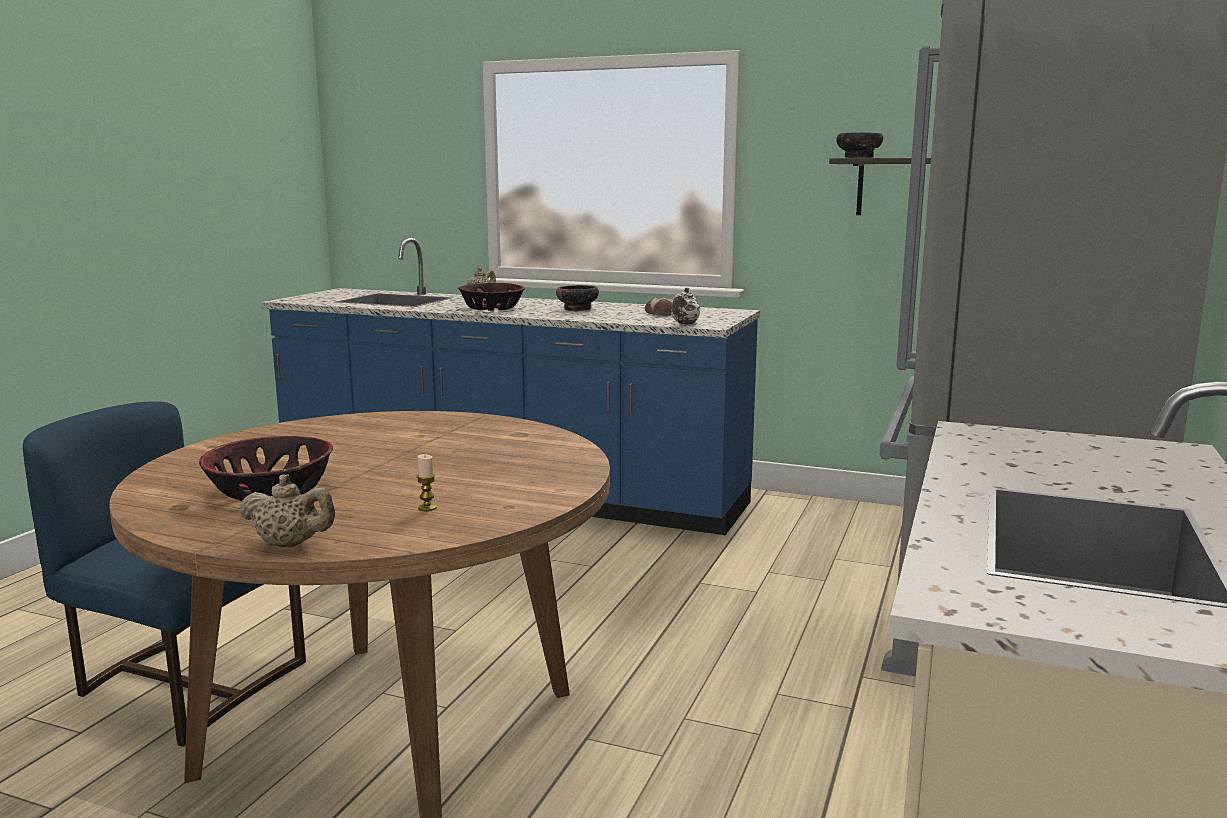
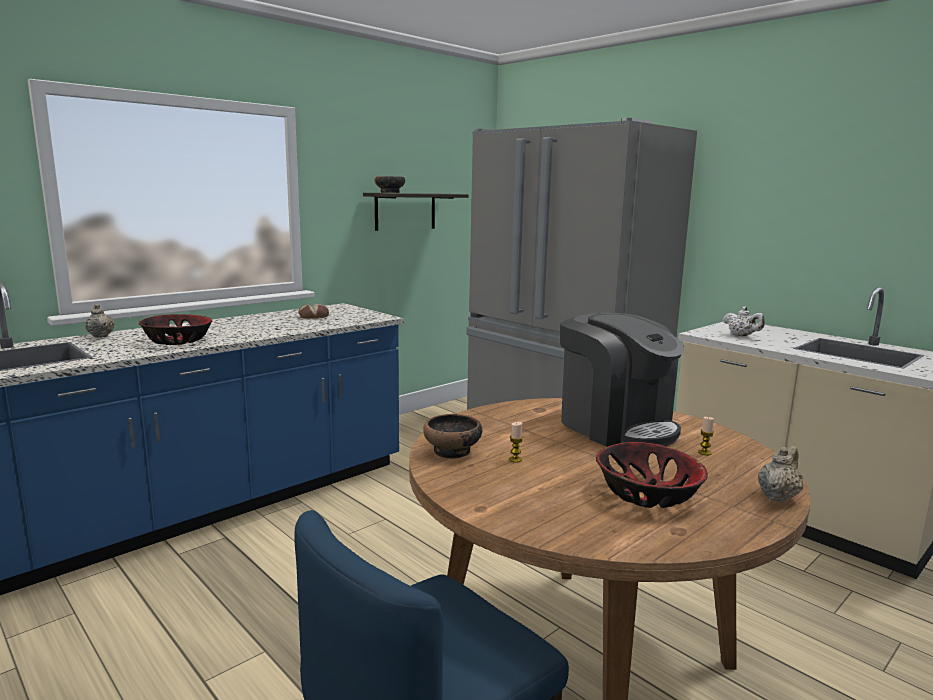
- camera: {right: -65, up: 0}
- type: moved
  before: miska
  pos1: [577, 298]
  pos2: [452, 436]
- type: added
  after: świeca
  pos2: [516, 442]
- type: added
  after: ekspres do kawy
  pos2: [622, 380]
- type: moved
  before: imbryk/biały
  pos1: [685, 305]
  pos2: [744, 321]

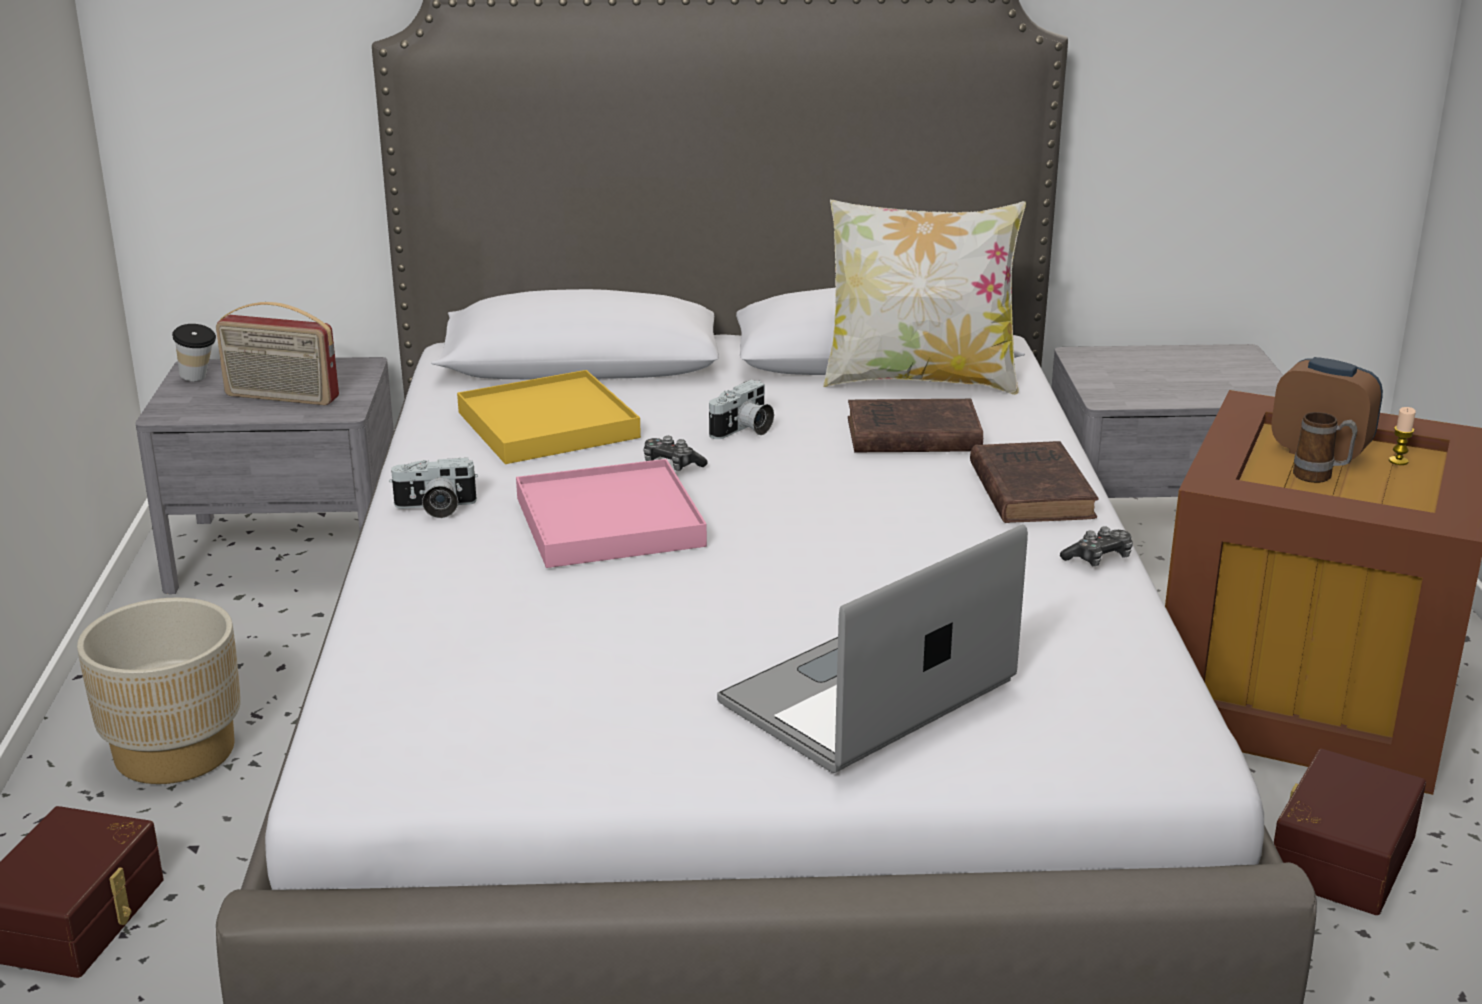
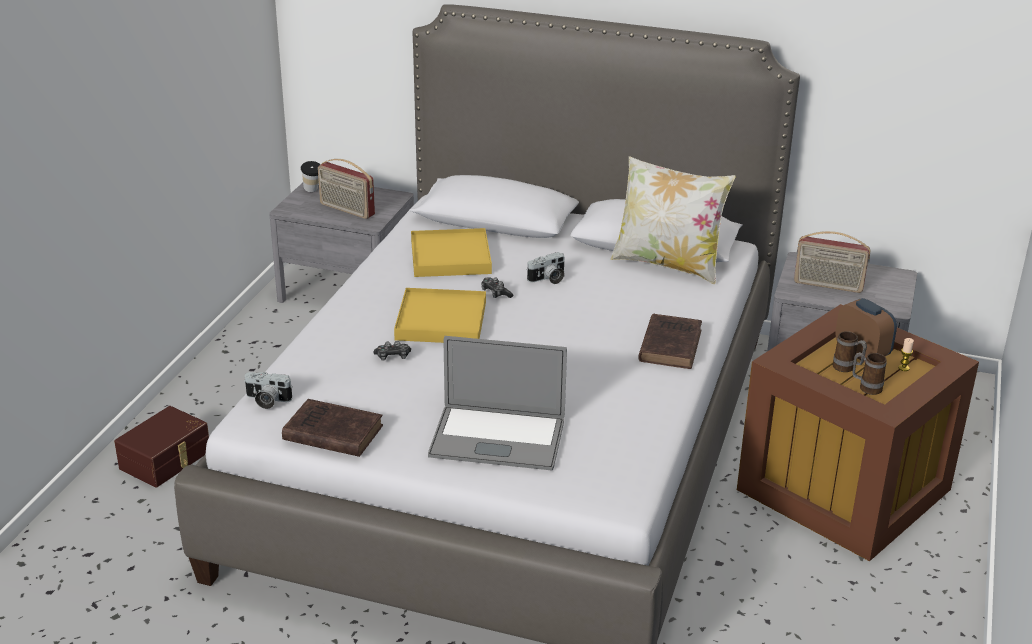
- camera: {right: 20, up: 5}
- type: moved
  before: aparat fotograficzny
  pos1: [433, 488]
  pos2: [268, 390]
- type: moved
  before: książka/brązowy
  pos1: [915, 425]
  pos2: [332, 428]
- type: moved
  before: pad do gier
  pos1: [1096, 546]
  pos2: [392, 351]
- type: recoloured
  before: taca/różowy
  after: taca/żółty
  pos1: [611, 513]
  pos2: [440, 315]
- type: turned
  before: laptop
  pos1: [872, 648]
  pos2: [497, 403]
  turn: -150
- type: added
  after: radio
  pos2: [832, 262]
- type: added
  after: kubek
  pos2: [869, 373]
- type: removed
  before: donica/beżowy
  pos1: [159, 691]
- type: removed
  before: pojemnik do przechowywania/brązowy
  pos1: [1350, 832]

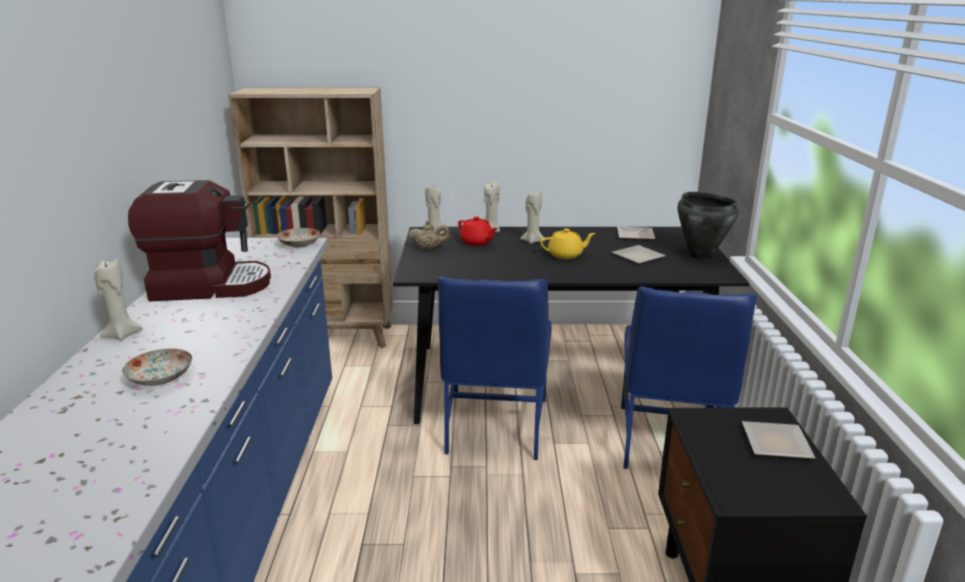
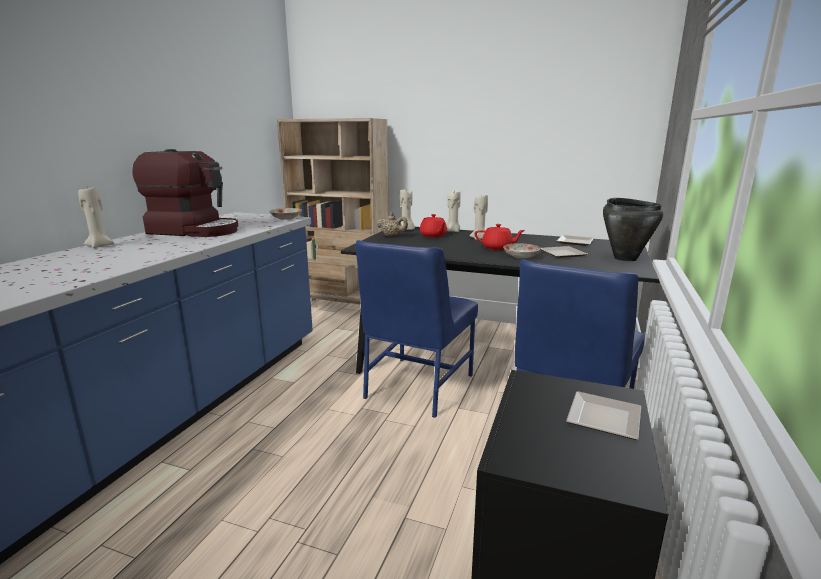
- camera: {right: 20, up: -5}
- type: recoloured
  before: imbryk/żółty
  after: imbryk/czerwony
  pos1: [567, 243]
  pos2: [500, 237]
- type: moved
  before: talerz
  pos1: [157, 367]
  pos2: [522, 251]

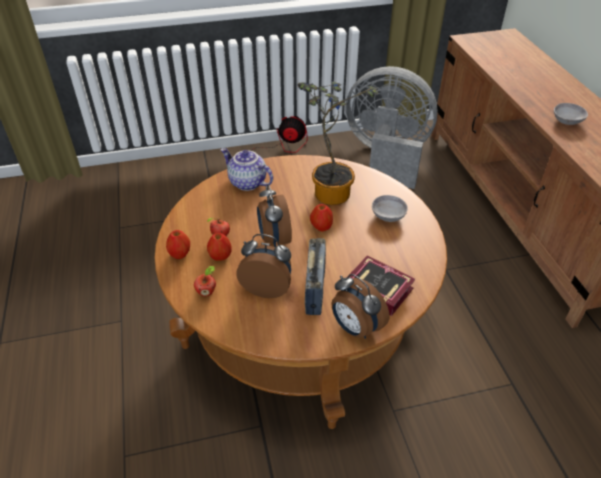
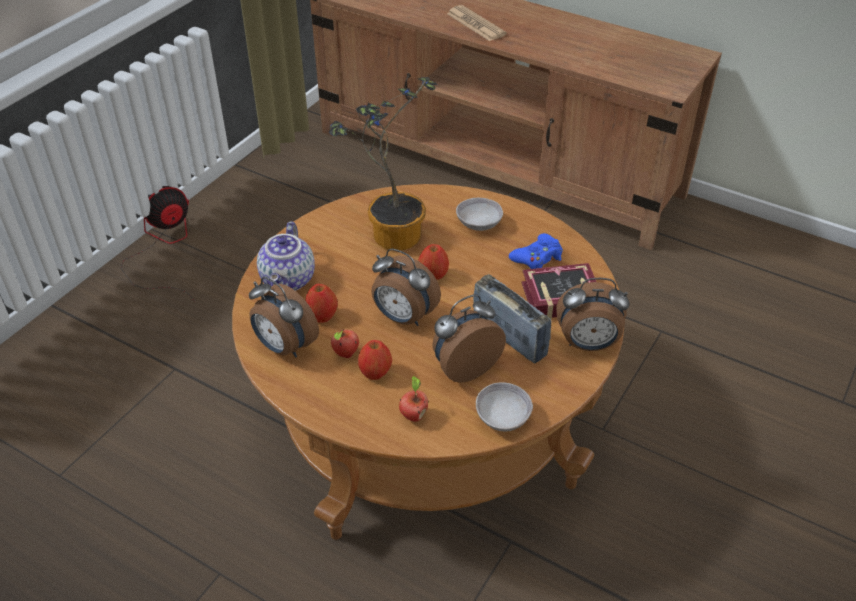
- camera: {right: -45, up: 0}
- type: added
  after: budzik
  pos2: [284, 317]
- type: turned
  before: imbryk
  pos1: [247, 169]
  pos2: [286, 256]
  turn: -75
- type: moved
  before: jabłko
  pos1: [178, 244]
  pos2: [321, 303]
- type: added
  after: gazeta
  pos2: [477, 23]
- type: moved
  before: miska/szary
  pos1: [571, 114]
  pos2: [504, 406]
- type: added
  after: pad do gier/niebieski
  pos2: [536, 251]
- type: removed
  before: wentylator/szary
  pos1: [392, 127]

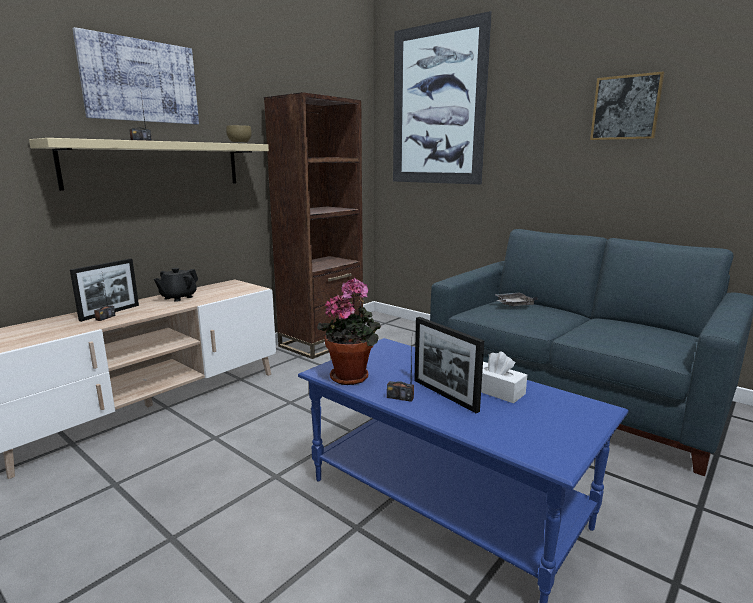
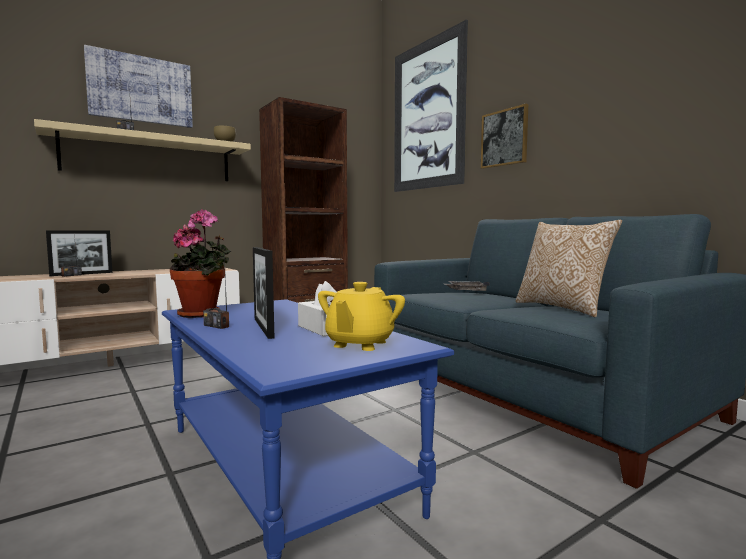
- camera: {right: 15, up: -10}
- type: added
  after: imbryk/żółty
  pos2: [361, 316]
- type: moved
  before: obraz
  pos1: [627, 105]
  pos2: [504, 136]
- type: added
  after: poduszka
  pos2: [568, 268]
- type: removed
  before: imbryk/czarny
  pos1: [176, 285]

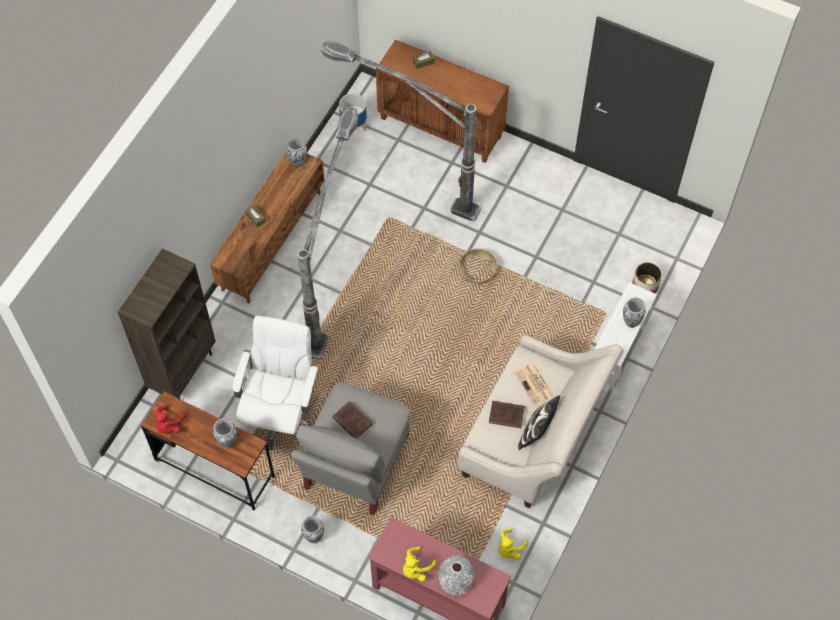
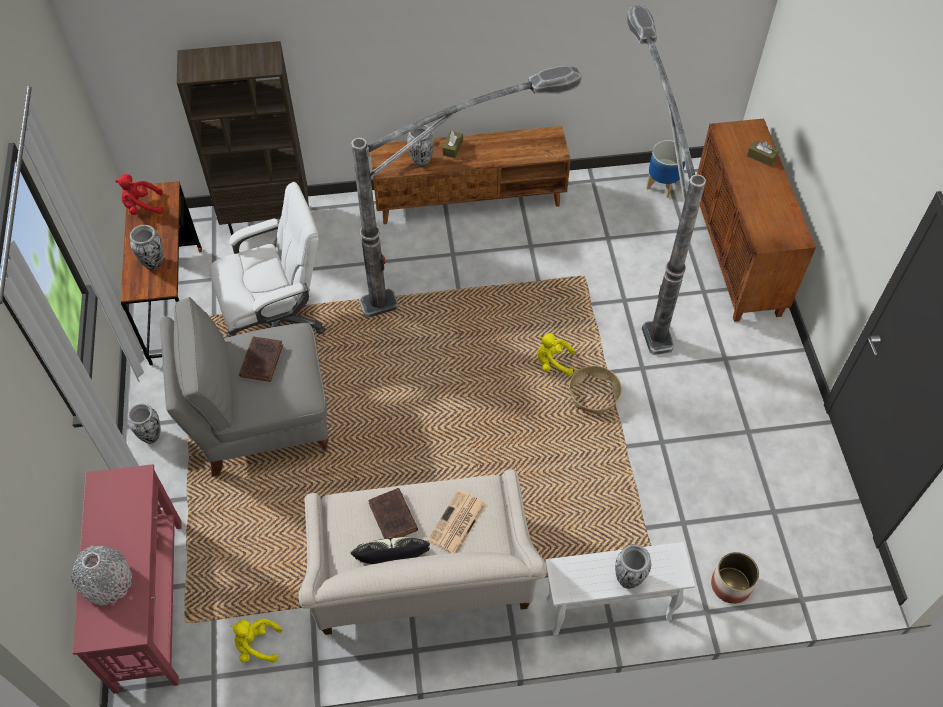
- camera: {right: 55, up: -5}
- type: moved
  before: wazon
  pos1: [296, 152]
  pos2: [420, 145]
- type: moved
  before: pluszak/żółty
  pos1: [420, 564]
  pos2: [556, 354]

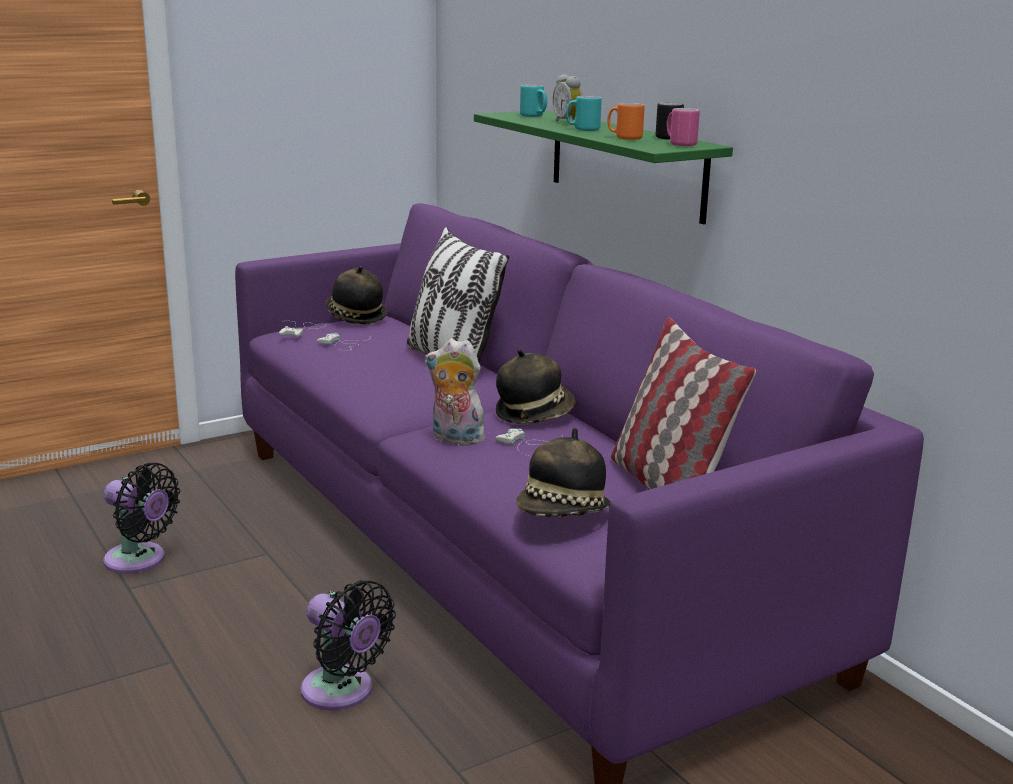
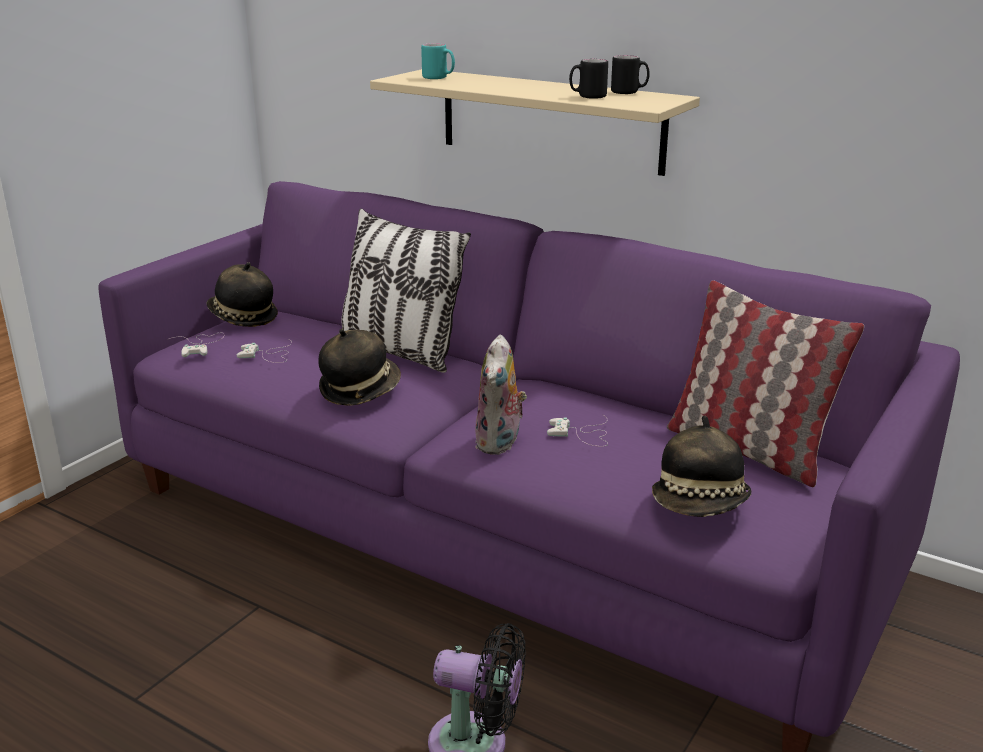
- camera: {right: -25, up: 5}
- type: moved
  before: kapelusz
  pos1: [536, 386]
  pos2: [359, 367]
- type: recoloured
  before: półka/zielony
  after: półka/beżowy
  pos1: [603, 167]
  pos2: [535, 122]
- type: turned
  before: pluszak
  pos1: [457, 392]
  pos2: [501, 395]
  turn: -75
- type: recoloured
  before: kubek/pomarańczowy
  after: kubek/czarny
  pos1: [626, 121]
  pos2: [588, 79]
- type: removed
  before: wentylator/czarny
  pos1: [141, 518]
- type: removed
  before: budzik
  pos1: [568, 99]
- type: removed
  before: kubek/turkusowy
  pos1: [584, 113]
- type: removed
  before: kubek/różowy
  pos1: [683, 127]

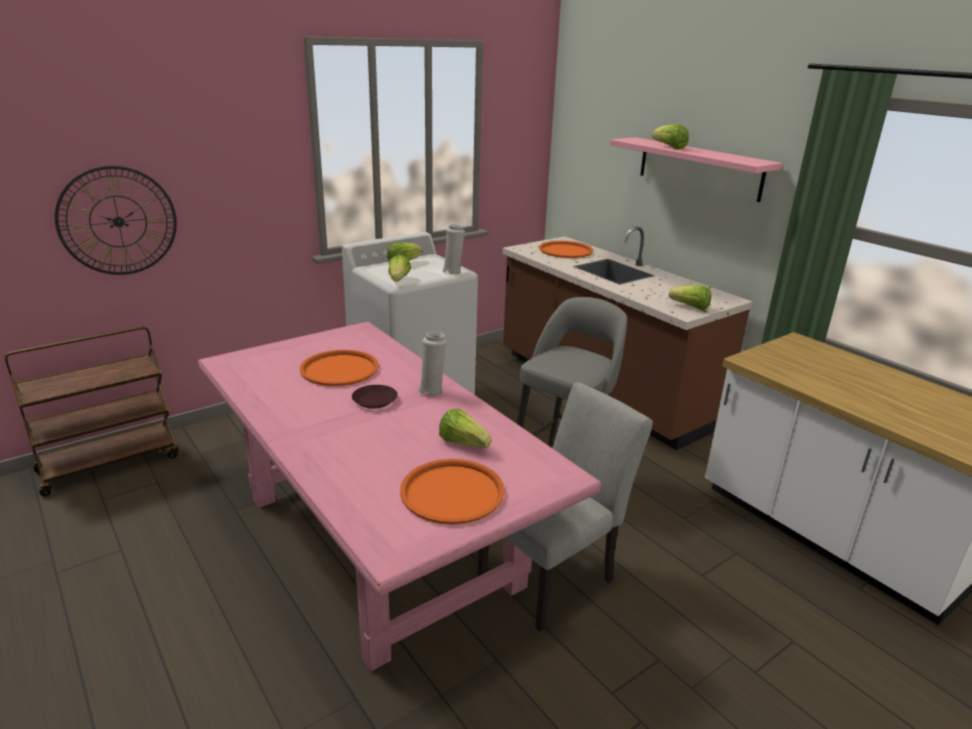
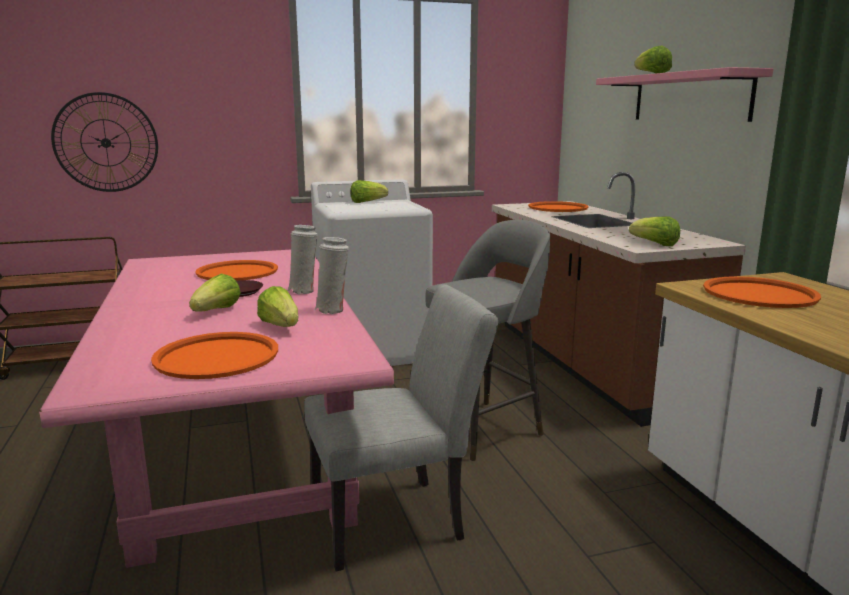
- camera: {right: 20, up: -10}
- type: moved
  before: sałata
  pos1: [399, 268]
  pos2: [215, 293]
- type: moved
  before: wazon/biały
  pos1: [454, 249]
  pos2: [331, 275]
- type: added
  after: taca/pomarańczowy
  pos2: [762, 292]

